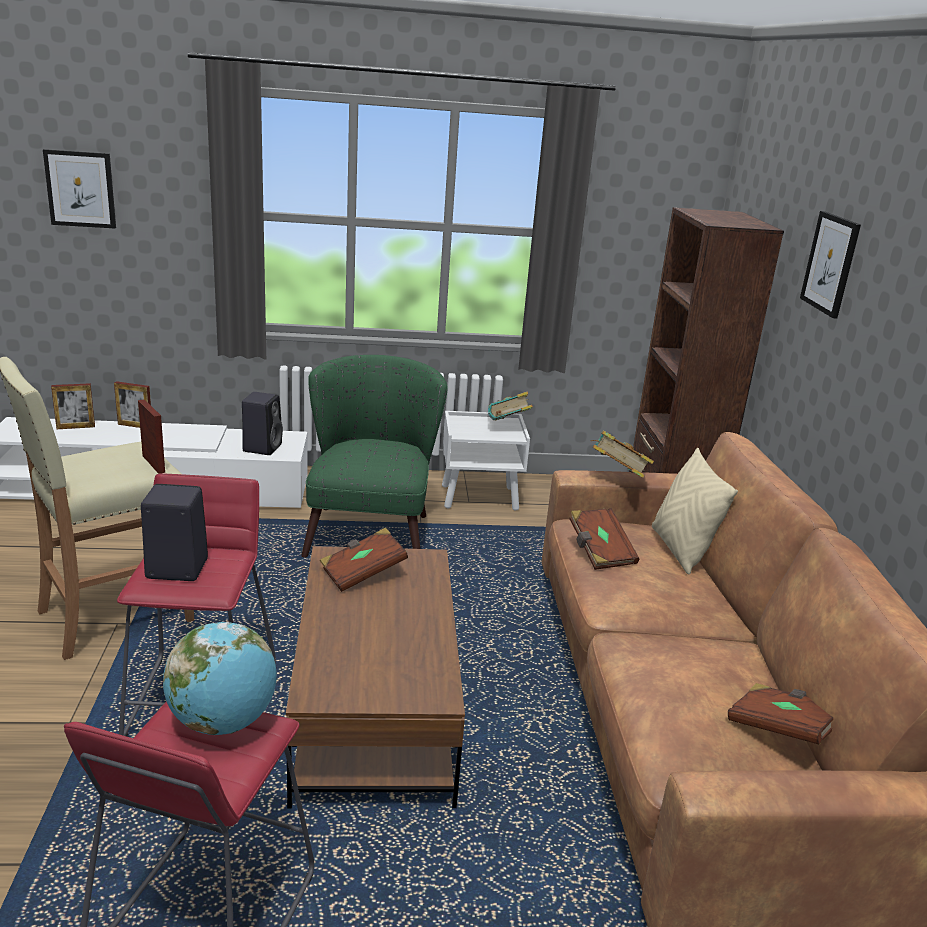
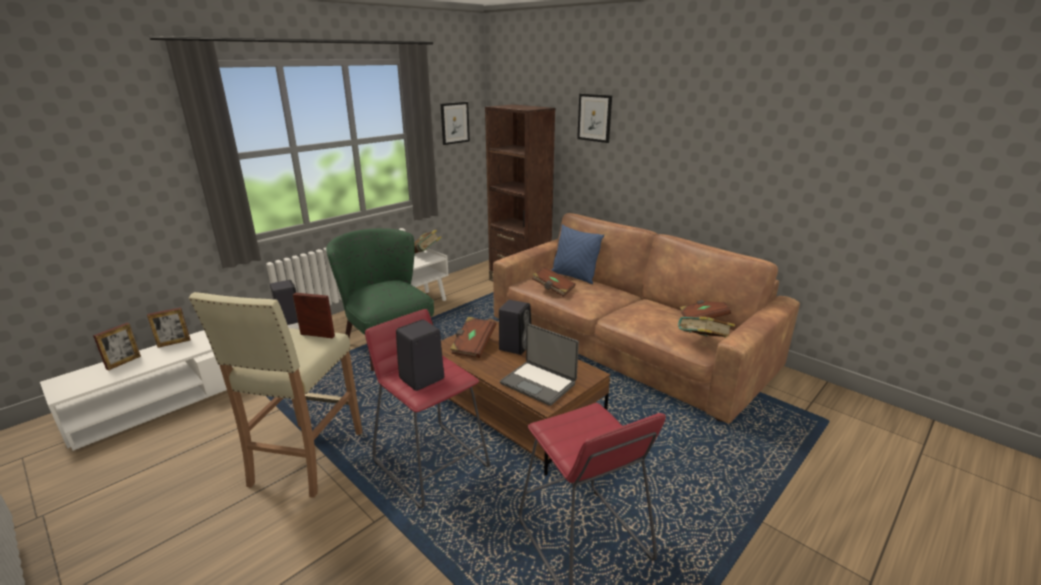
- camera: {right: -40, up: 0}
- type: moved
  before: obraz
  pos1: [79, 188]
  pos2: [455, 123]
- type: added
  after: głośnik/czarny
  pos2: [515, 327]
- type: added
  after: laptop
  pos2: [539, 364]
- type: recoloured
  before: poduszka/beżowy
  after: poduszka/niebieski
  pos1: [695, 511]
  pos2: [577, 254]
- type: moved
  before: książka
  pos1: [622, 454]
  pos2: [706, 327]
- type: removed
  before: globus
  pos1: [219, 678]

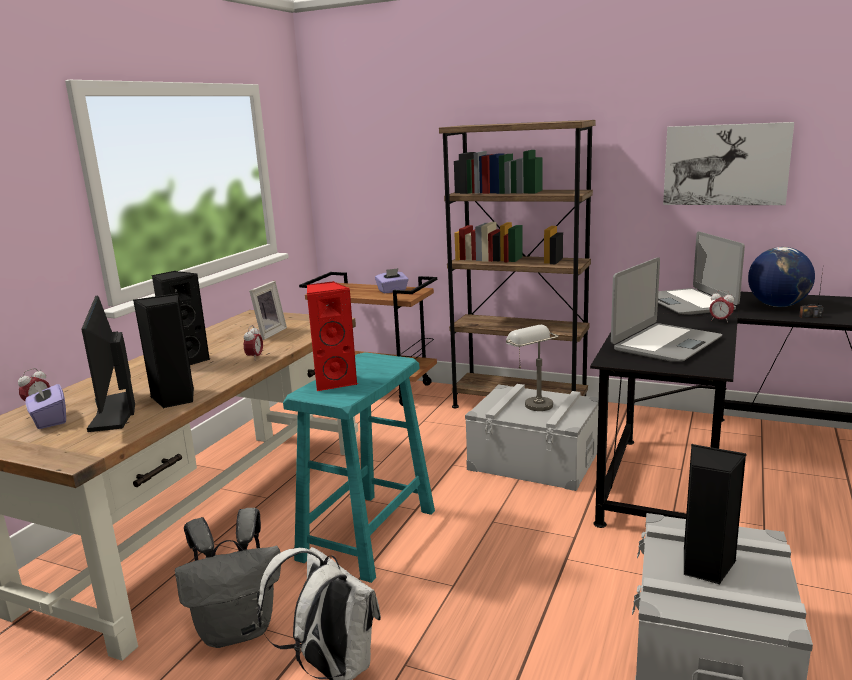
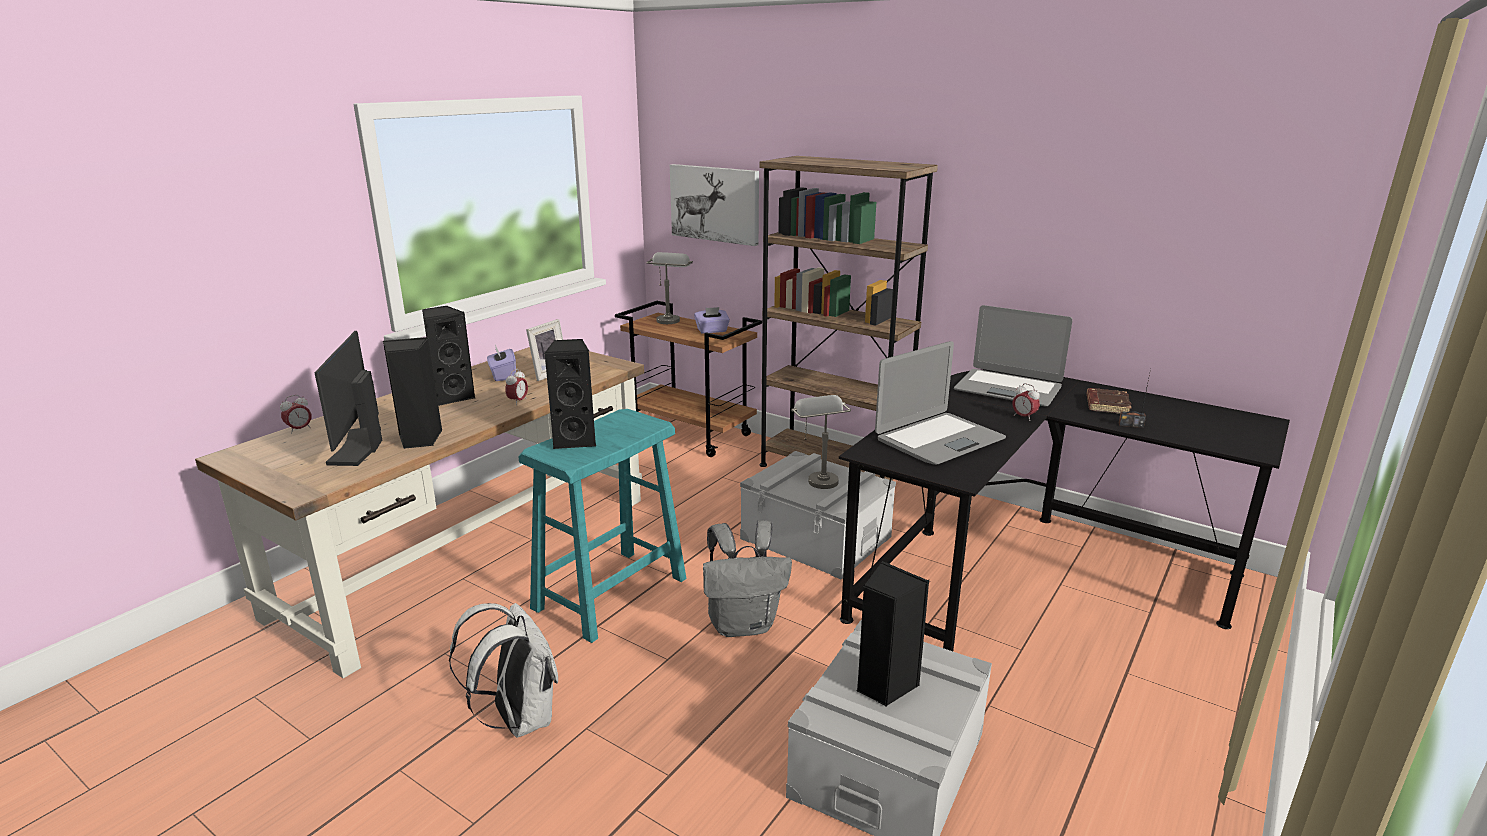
- camera: {right: 10, up: 5}
- type: moved
  before: pudełko chusteczek/fioletowy
  pos1: [45, 405]
  pos2: [501, 363]
- type: recoloured
  before: głośnik/czerwony
  after: głośnik/czarny
  pos1: [332, 336]
  pos2: [570, 394]
- type: added
  after: lampa stołowa/szary
  pos2: [669, 288]
- type: moved
  before: obraz
  pos1: [728, 163]
  pos2: [714, 205]
- type: moved
  before: plecak/szary
  pos1: [228, 578]
  pos2: [747, 578]
- type: turned
  before: laptop
  pos1: [701, 273]
  pos2: [1013, 355]
  turn: -60
- type: replaced
  before: globus
  after: książka/brązowy
  pos1: [781, 277]
  pos2: [1108, 401]

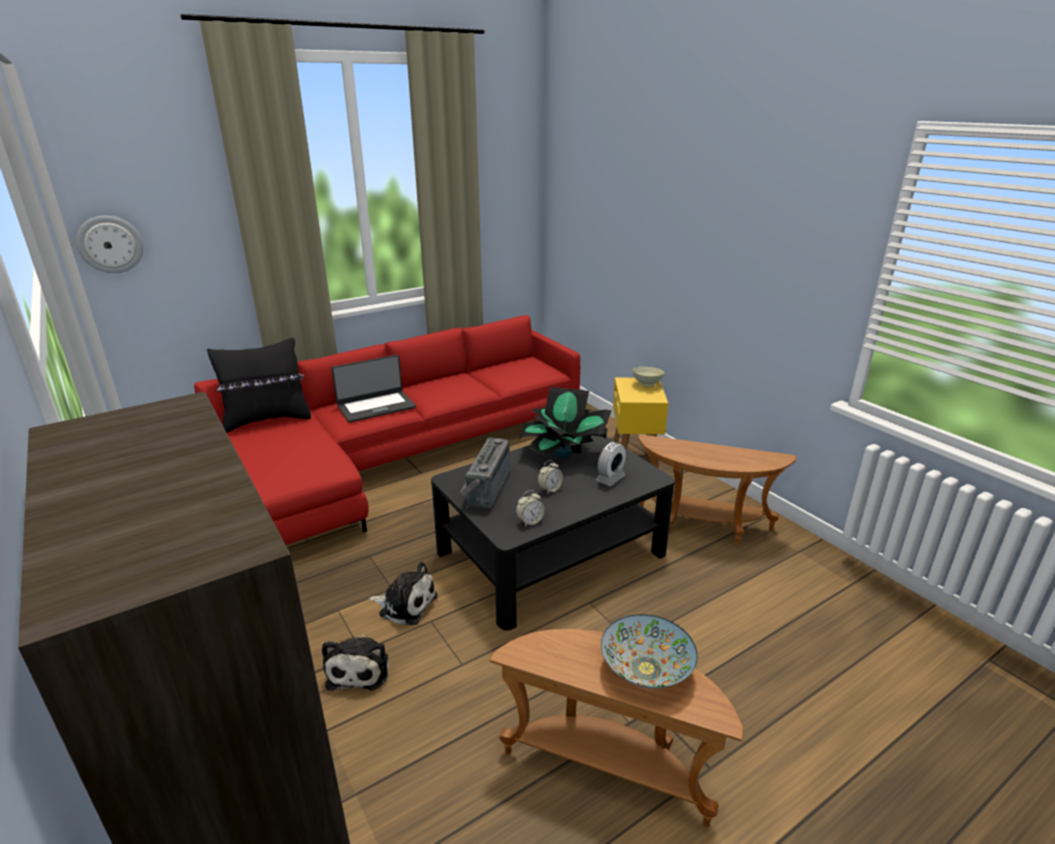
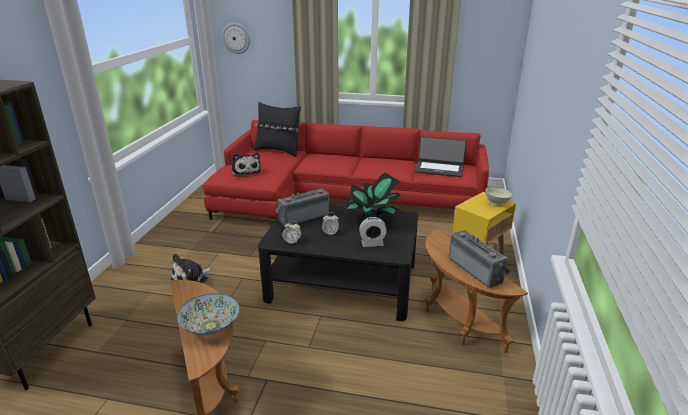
- camera: {right: 45, up: 0}
- type: moved
  before: pluszak
  pos1: [403, 593]
  pos2: [246, 165]
- type: moved
  before: laptop
  pos1: [373, 389]
  pos2: [440, 156]
- type: added
  after: radio
  pos2: [479, 259]

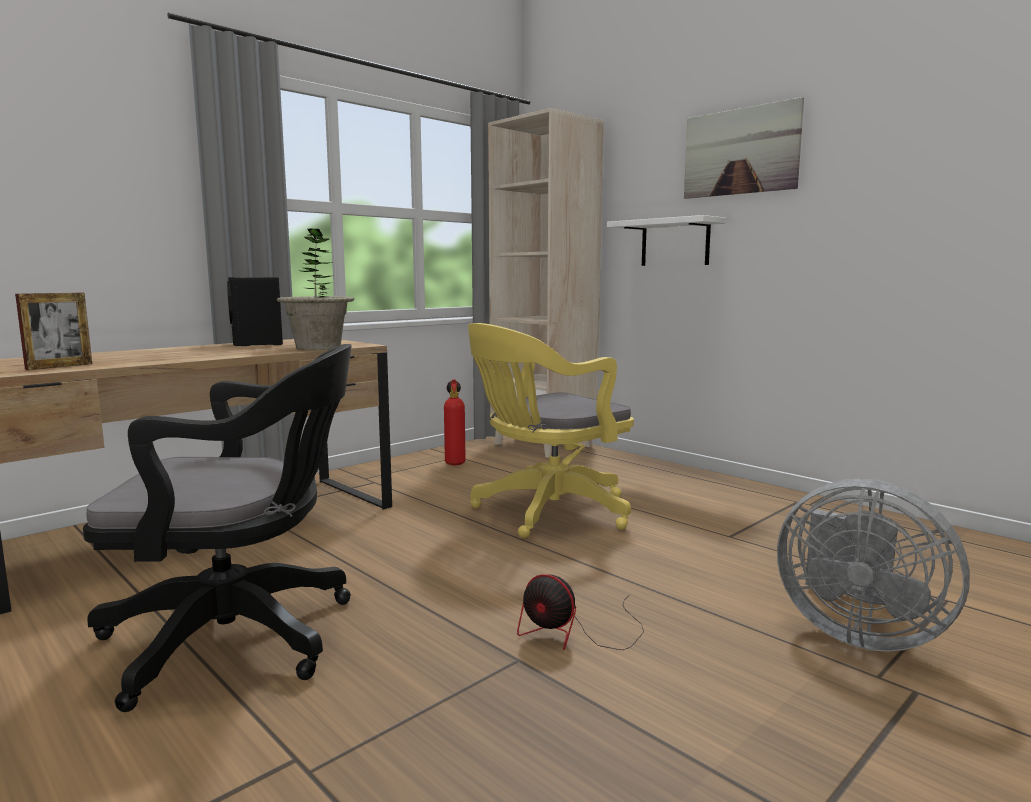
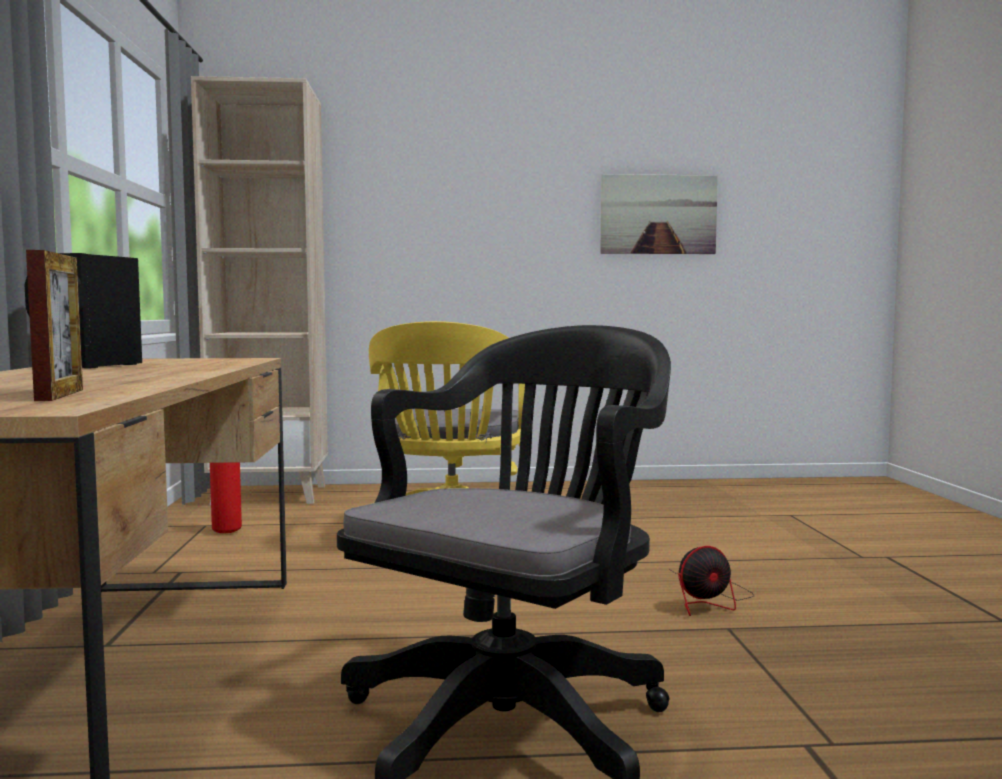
- camera: {right: -50, up: -5}
- type: moved
  before: obraz
  pos1: [744, 148]
  pos2: [659, 214]
- type: removed
  before: roślina doniczkowa
  pos1: [315, 289]
- type: removed
  before: półka/biały
  pos1: [666, 240]
- type: removed
  before: wentylator/szary
  pos1: [873, 565]

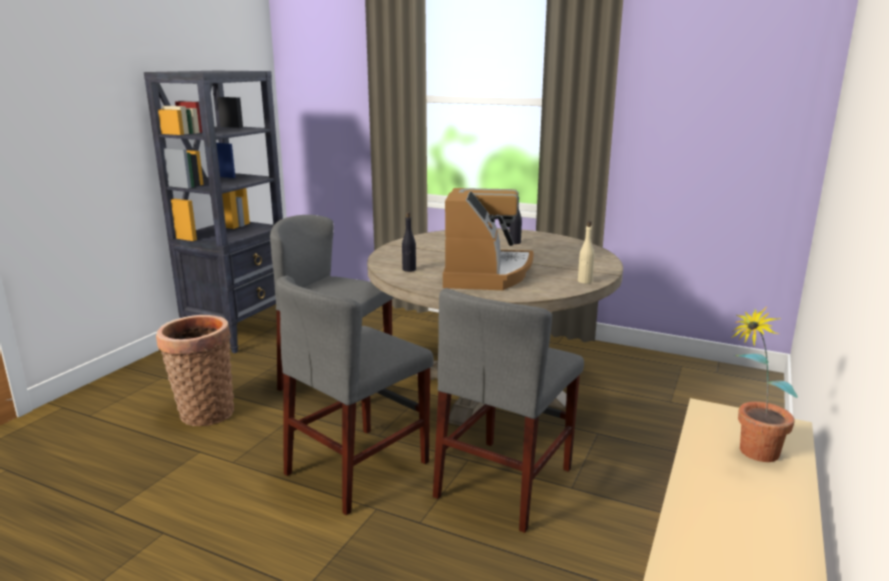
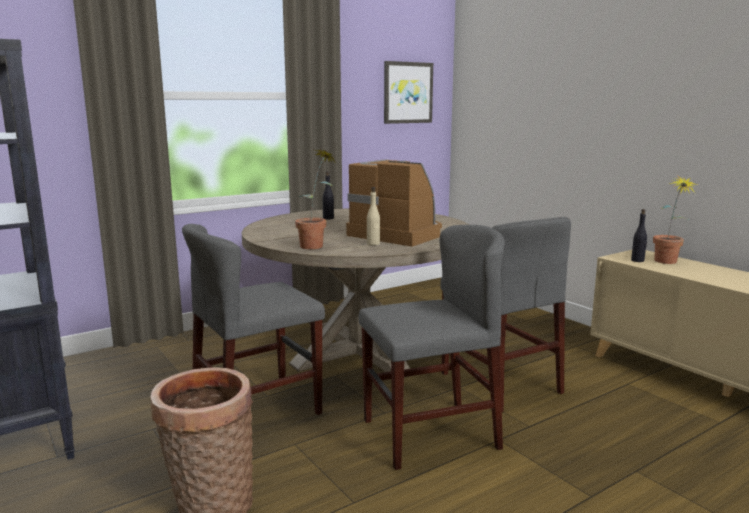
- camera: {right: -60, up: -5}
- type: added
  after: roślina doniczkowa
  pos2: [315, 198]
- type: turned
  before: krzesło/szary
  pos1: [355, 395]
  pos2: [431, 347]
  turn: -90
- type: moved
  before: butelka/beżowy
  pos1: [586, 252]
  pos2: [373, 216]
- type: added
  after: obraz
  pos2: [408, 92]
- type: moved
  before: butelka/czarny
  pos1: [409, 242]
  pos2: [639, 235]

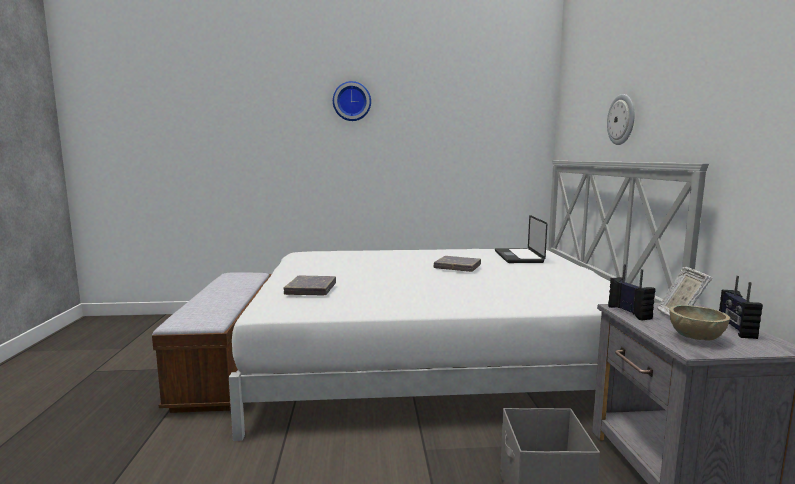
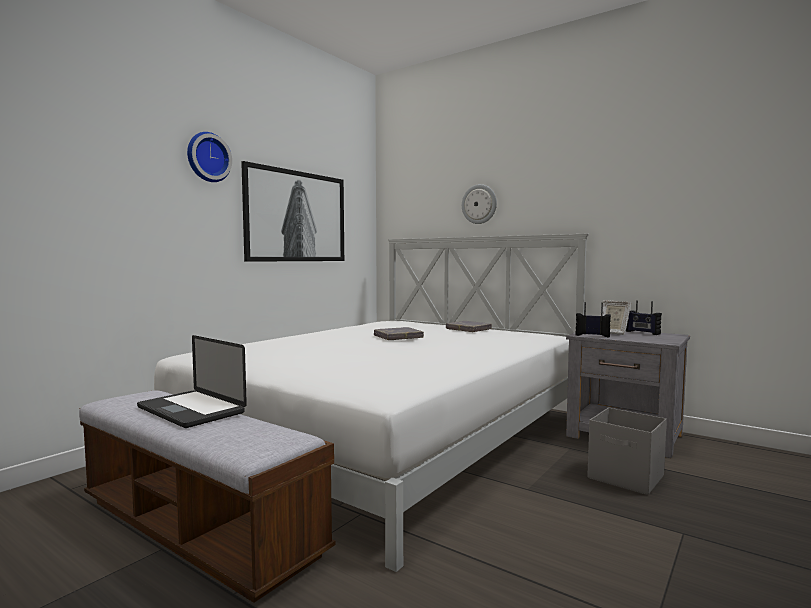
- camera: {right: -50, up: -5}
- type: moved
  before: laptop
  pos1: [521, 239]
  pos2: [192, 381]
- type: added
  after: obraz
  pos2: [292, 211]
- type: moved
  before: książka/szary
  pos1: [310, 285]
  pos2: [469, 326]
- type: removed
  before: miska/beżowy
  pos1: [700, 323]

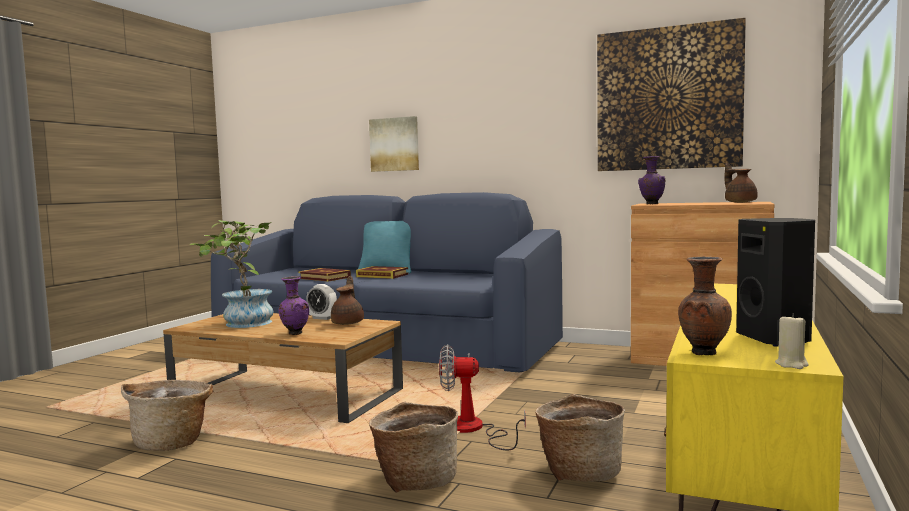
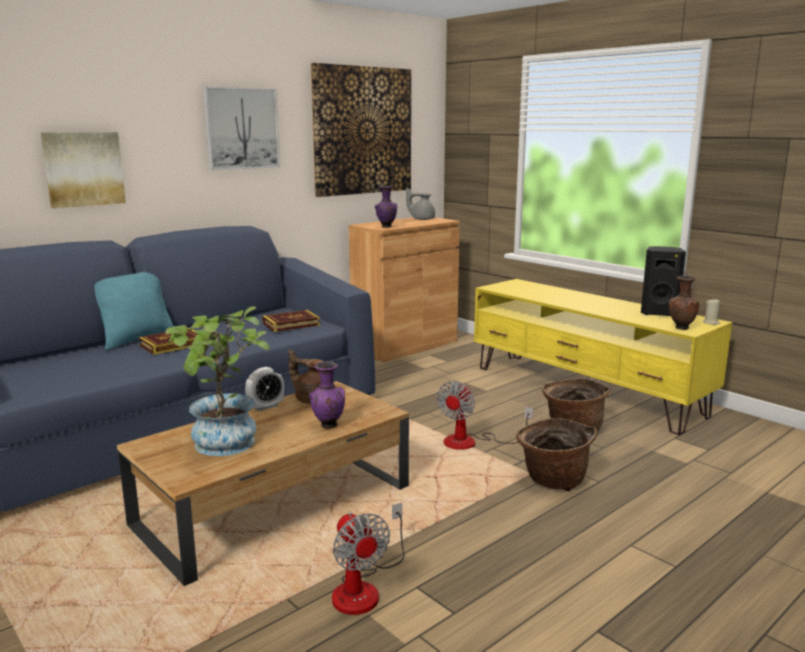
- camera: {right: -65, up: 10}
- type: added
  after: obraz
  pos2: [241, 128]
- type: moved
  before: książka
  pos1: [324, 275]
  pos2: [291, 321]
- type: replaced
  before: koszyk
  after: wentylator
  pos1: [167, 415]
  pos2: [368, 559]
- type: recoloured
  before: imbryk/brązowy
  after: imbryk/szary
  pos1: [741, 183]
  pos2: [420, 204]

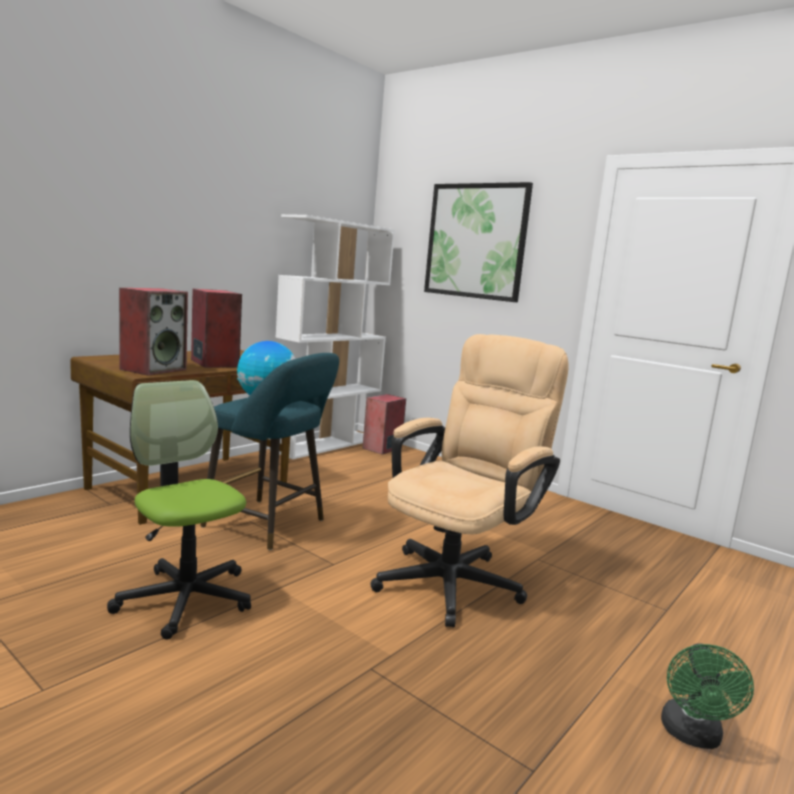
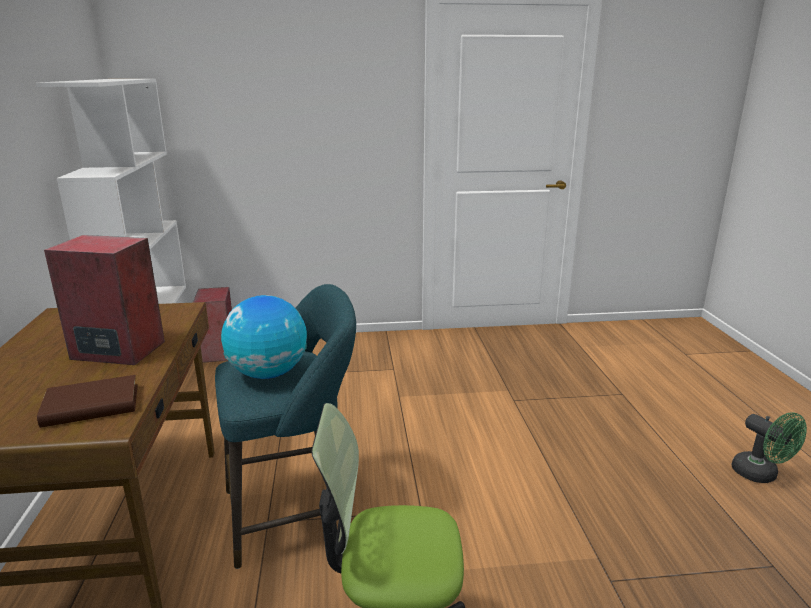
- camera: {right: -45, up: 10}
- type: replaced
  before: głośnik
  after: książka/brązowy
  pos1: [153, 332]
  pos2: [87, 401]
- type: removed
  before: krzesło biurowe/beżowy
  pos1: [469, 480]
- type: removed
  before: obraz
  pos1: [478, 242]

